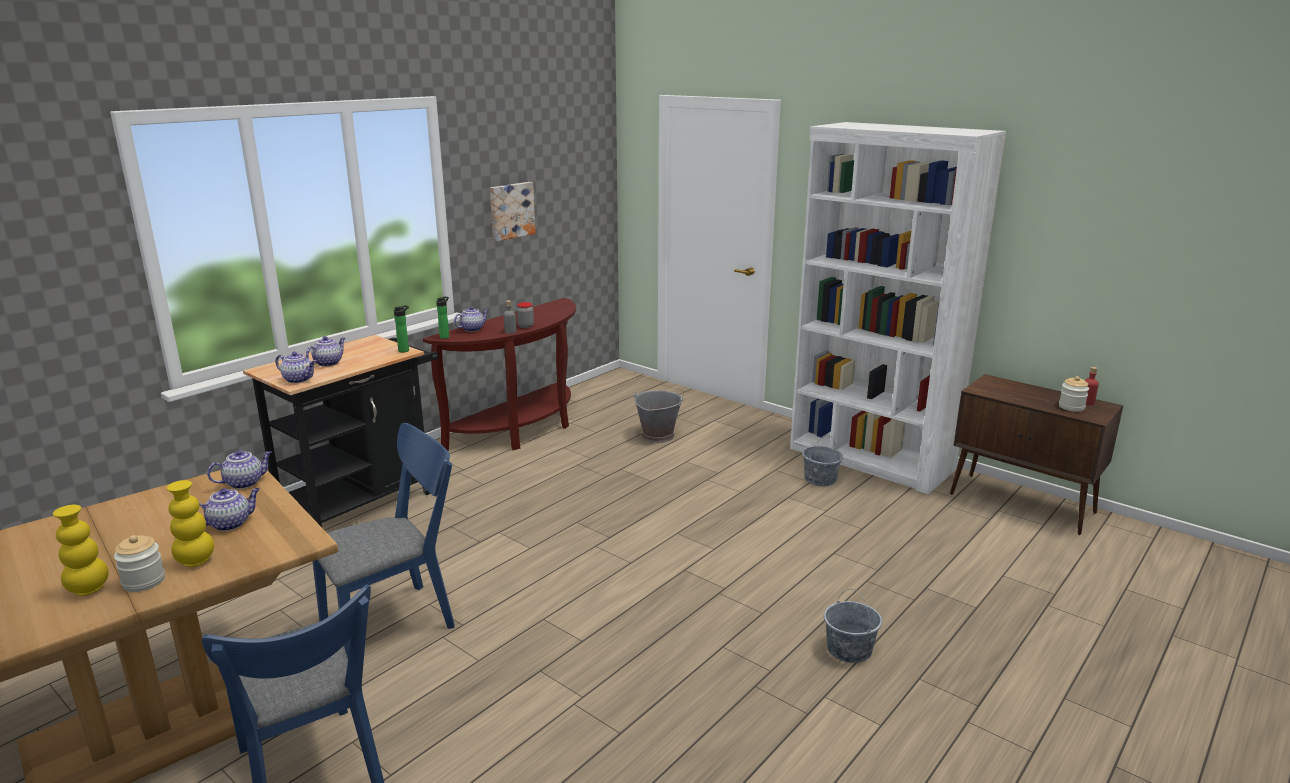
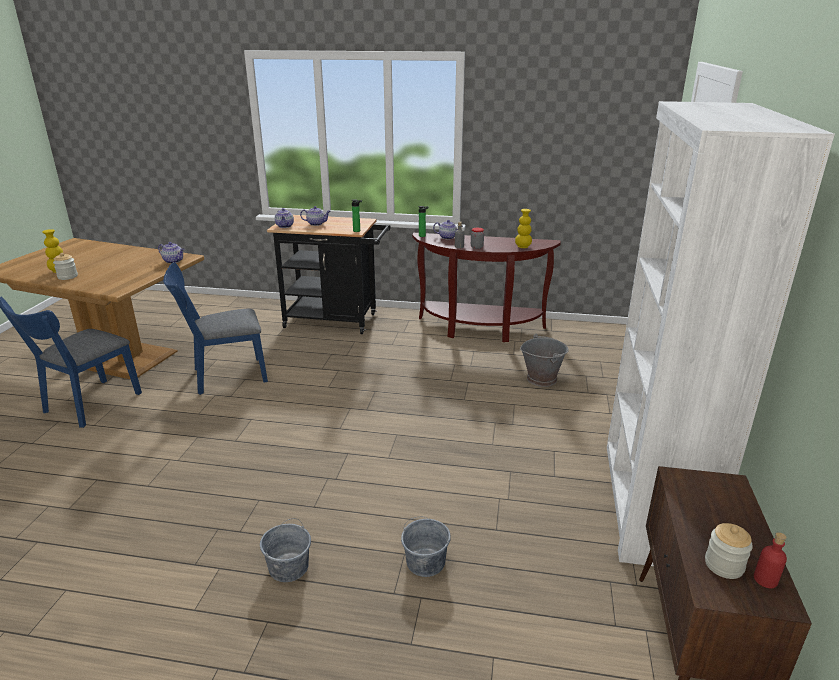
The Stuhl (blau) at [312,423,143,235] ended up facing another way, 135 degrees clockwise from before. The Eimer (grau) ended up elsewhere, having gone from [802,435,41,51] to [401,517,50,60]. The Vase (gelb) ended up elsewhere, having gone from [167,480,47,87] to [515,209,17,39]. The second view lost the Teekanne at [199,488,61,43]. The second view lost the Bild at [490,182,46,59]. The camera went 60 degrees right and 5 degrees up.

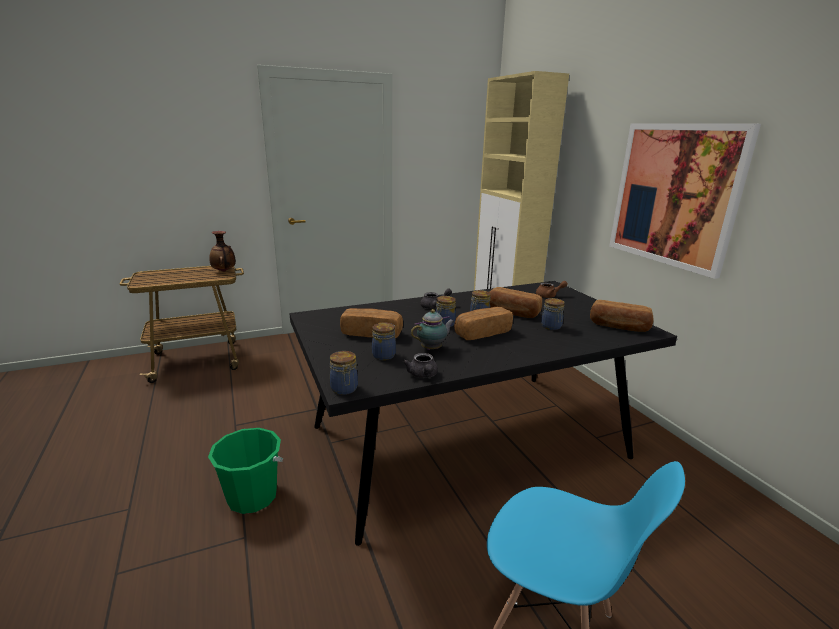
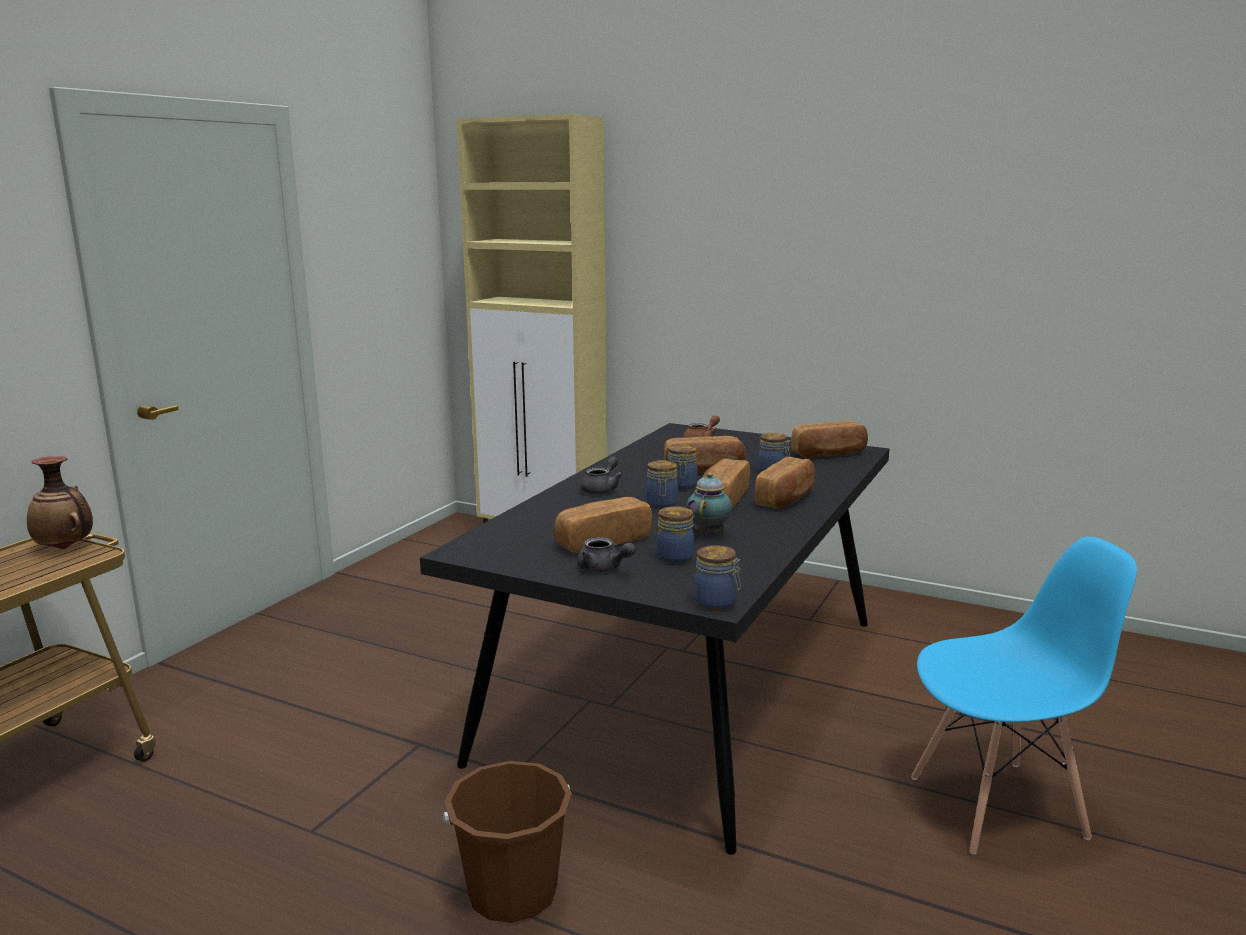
What was the Eimer (grün) at [208,428,75,86] turned into the Eimer (braun) at [442,761,130,162]. The Teekanne (grau) ended up elsewhere, having gone from [403,353,35,25] to [577,537,59,35]. The second view gained the Brot at [755,457,61,52]. The second view lost the Bild at [609,123,152,156]. The camera went 40 degrees left and 5 degrees down.

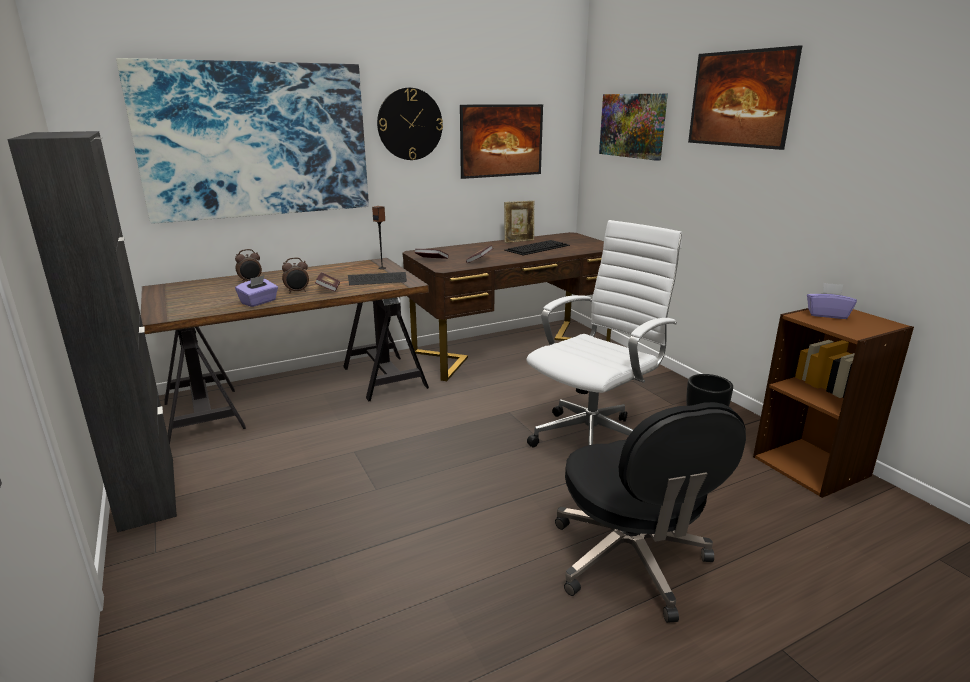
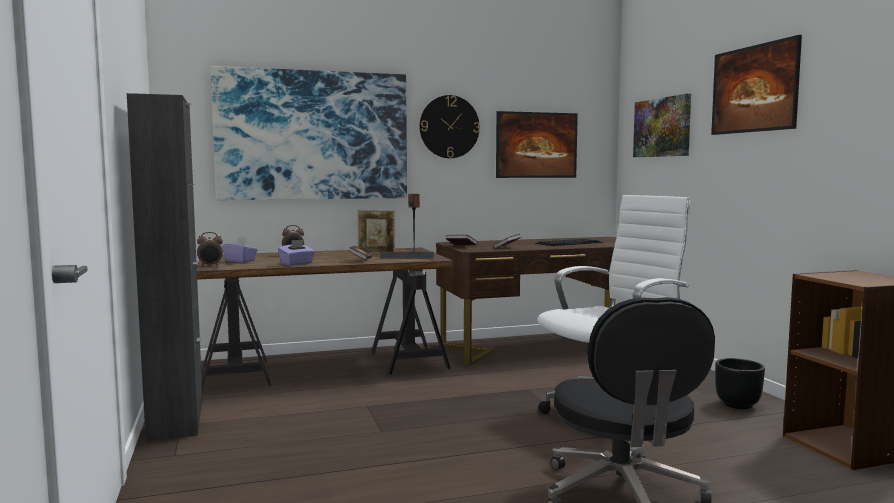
The Wecker ended up elsewhere, having gone from [282,258,27,36] to [197,232,26,34]. The Taschentuchbox (lila) ended up elsewhere, having gone from [807,283,50,36] to [222,237,36,26]. The Bilderrahmen ended up elsewhere, having gone from [504,201,30,42] to [358,210,37,44]. The camera went 10 degrees right and 15 degrees down.

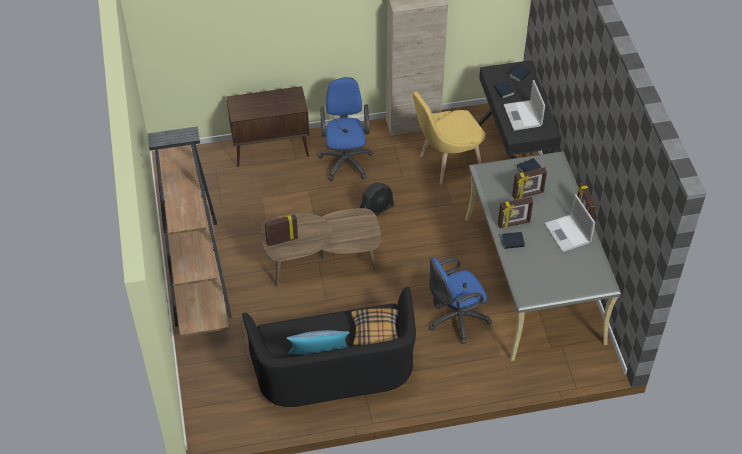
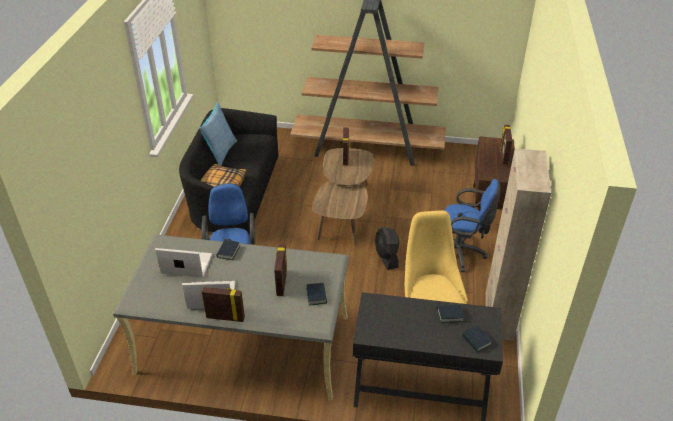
The Laptop ended up elsewhere, having gone from [503,80,42,51] to [155,248,57,30]. The Bilderrahmen ended up elsewhere, having gone from [498,197,35,31] to [500,125,12,40]. The camera went 110 degrees right and 10 degrees down.

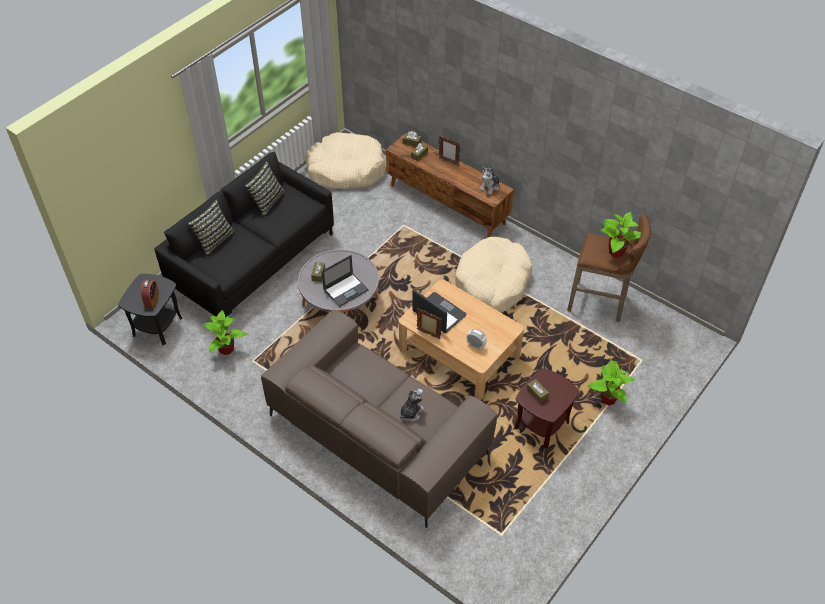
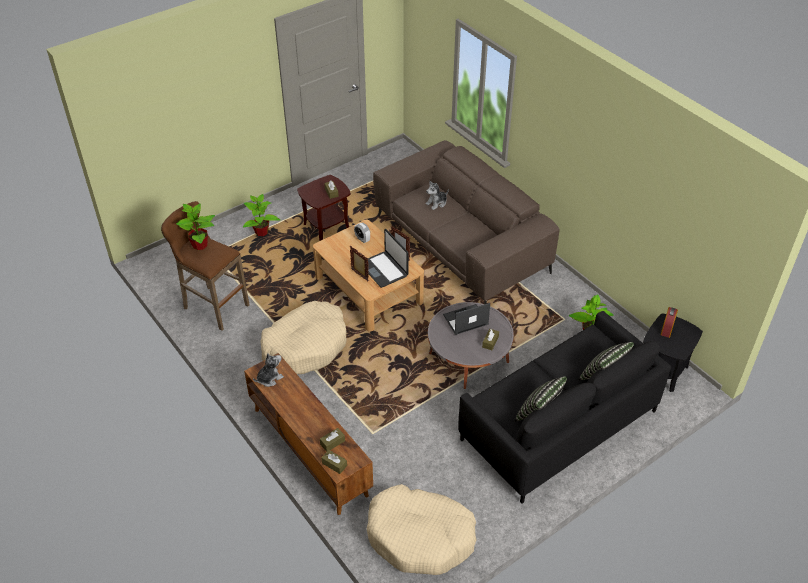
The Bilderrahmen ended up elsewhere, having gone from [439,136,21,29] to [350,246,19,36]. The camera went 165 degrees left and 5 degrees down.

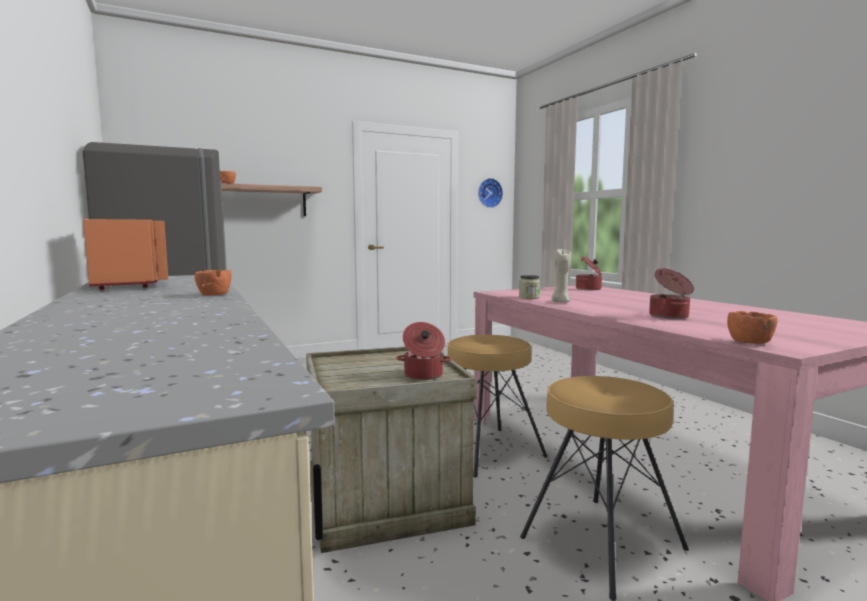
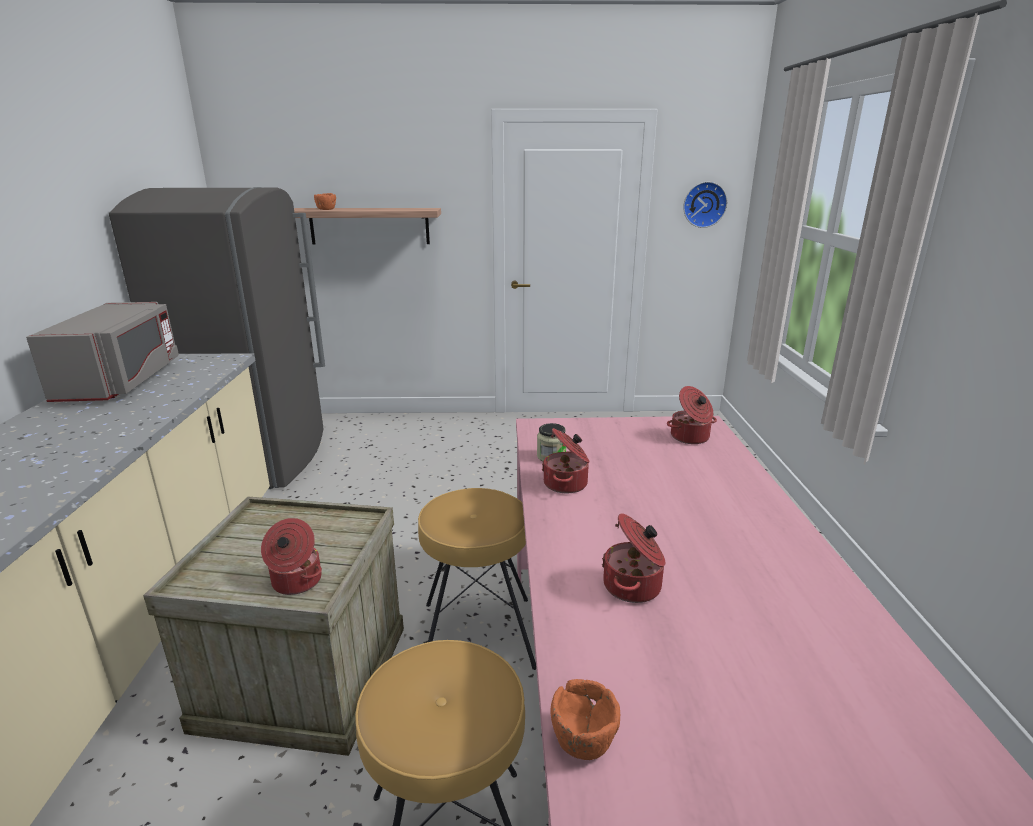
What was the Mikrowelle (orange) at [83,219,85,71] turned into the Mikrowelle (grau) at [26,302,153,100]. Where the Kerze (beige) stood at [551,249,20,53], the Kochtopf came to stand at [542,428,48,66]. The second view lost the Schüssel (orange) at [195,270,37,26]. The camera went 25 degrees right and 15 degrees up.

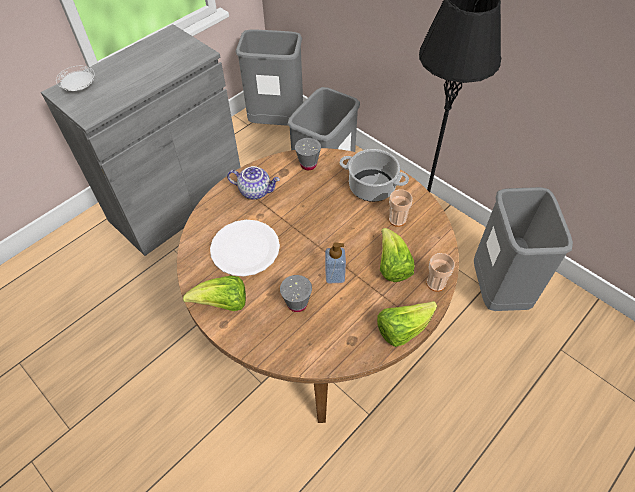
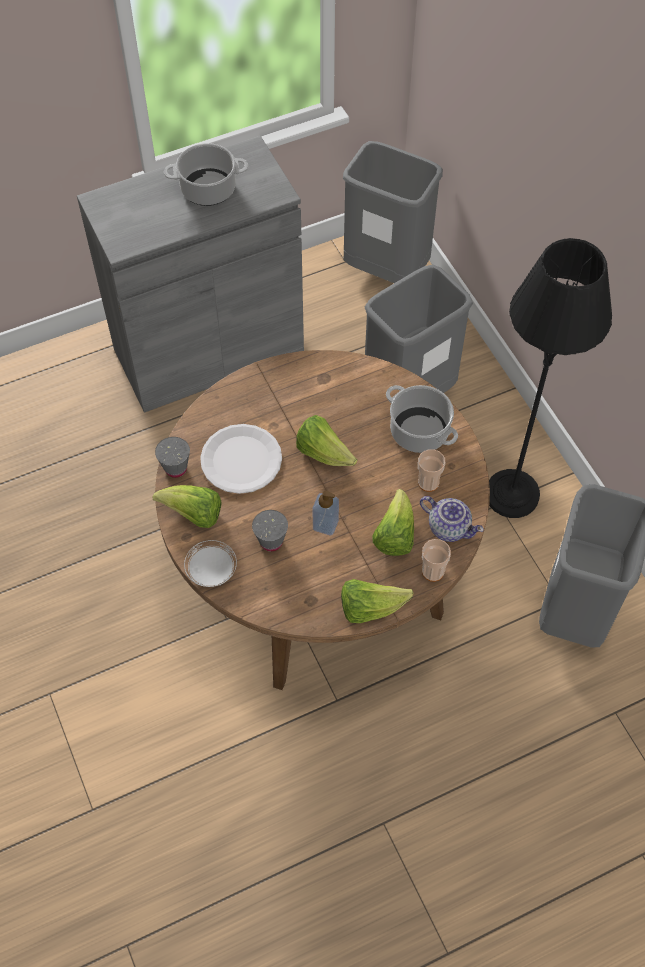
The Tasse (grau) ended up elsewhere, having gone from [295,138,26,32] to [155,437,35,41]. The second view gained the Kochtopf at [164,143,84,63]. The Teller (weiß) ended up elsewhere, having gone from [56,66,39,25] to [184,540,53,47]. The second view gained the Salatkopf at [296,415,61,51]. The Teekanne ended up elsewhere, having gone from [227,166,53,34] to [420,496,64,46]. The camera went 20 degrees right and 5 degrees up.

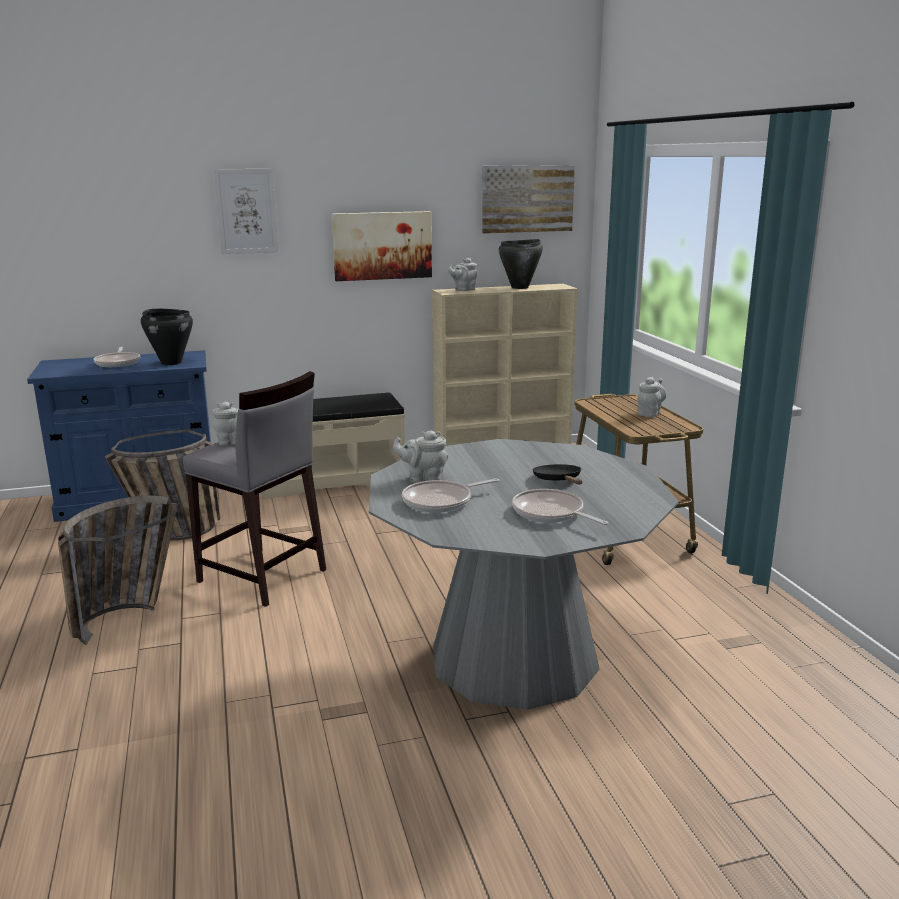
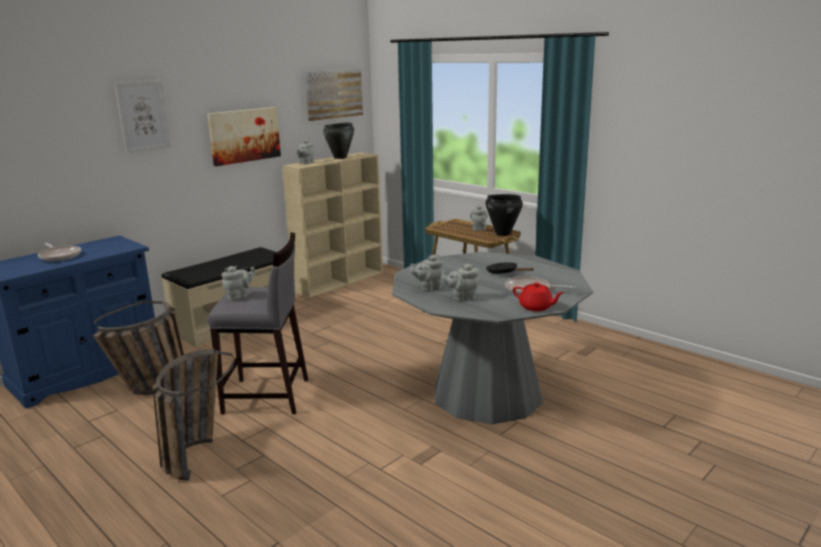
Where the Pfanne stood at [402,478,97,35], the Teekanne (grau) came to stand at [441,264,38,38]. The Kochtopf (schwarz) ended up elsewhere, having gone from [141,309,52,56] to [485,194,38,42]. The second view gained the Teekanne (rot) at [513,282,50,29]. The camera went 30 degrees left and 0 degrees up.

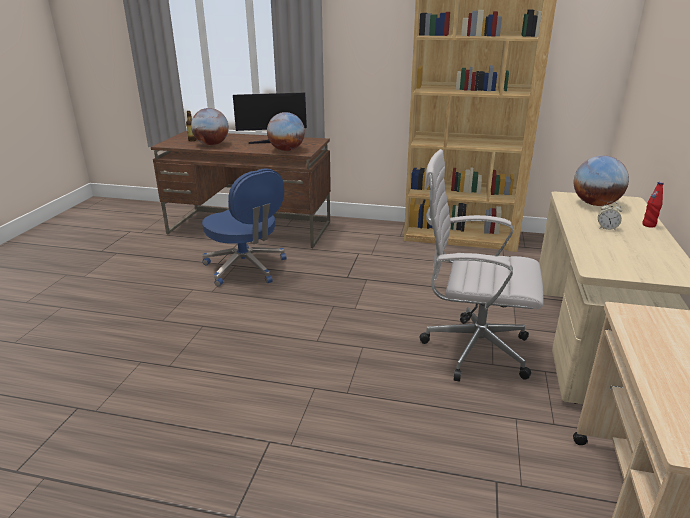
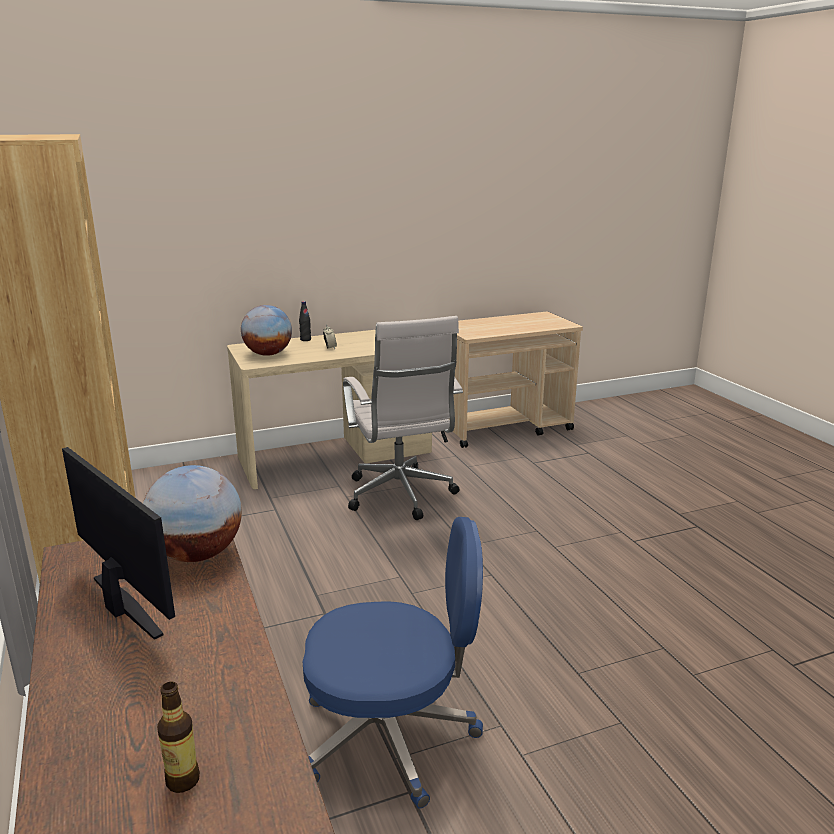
What was the Flasche (rot) at [642,182,22,46] turned into the Flasche (schwarz) at [299,301,12,40]. The Bürostuhl (blau) at [202,168,84,119] ended up facing another way, 75 degrees clockwise from before. The second view lost the Globus at [191,108,38,37]. The camera went 125 degrees left and 5 degrees down.

